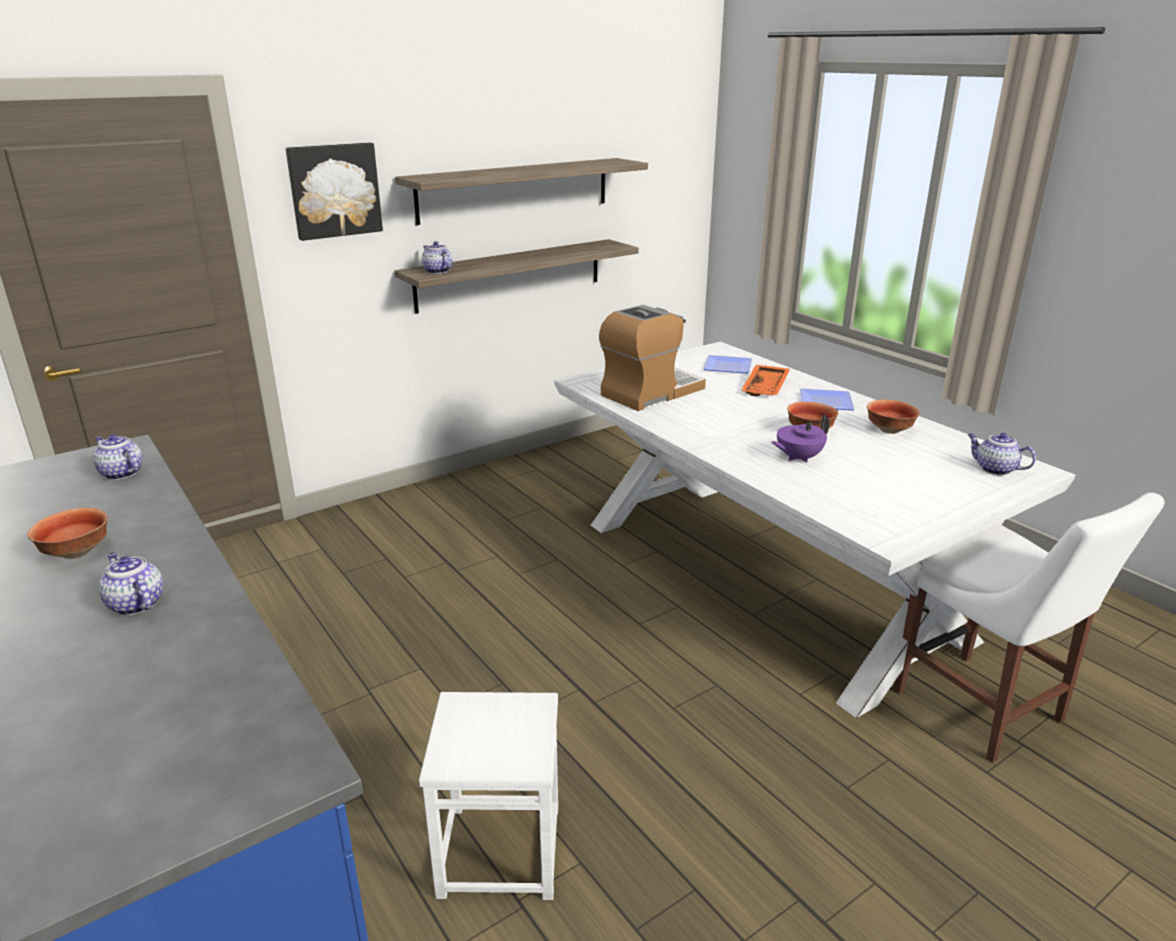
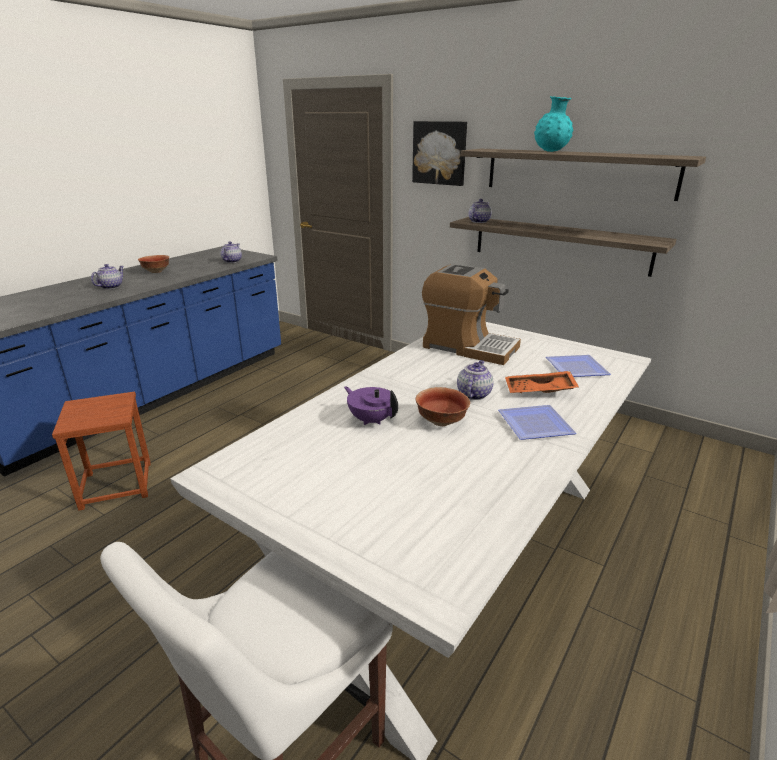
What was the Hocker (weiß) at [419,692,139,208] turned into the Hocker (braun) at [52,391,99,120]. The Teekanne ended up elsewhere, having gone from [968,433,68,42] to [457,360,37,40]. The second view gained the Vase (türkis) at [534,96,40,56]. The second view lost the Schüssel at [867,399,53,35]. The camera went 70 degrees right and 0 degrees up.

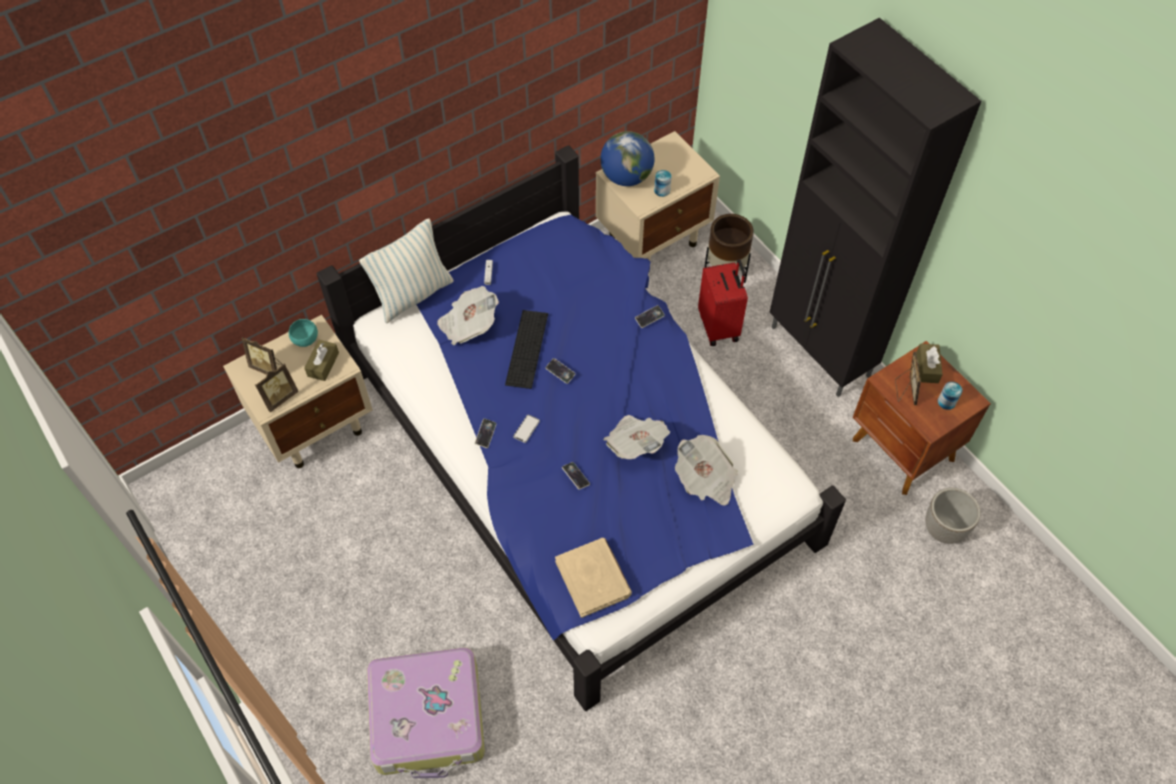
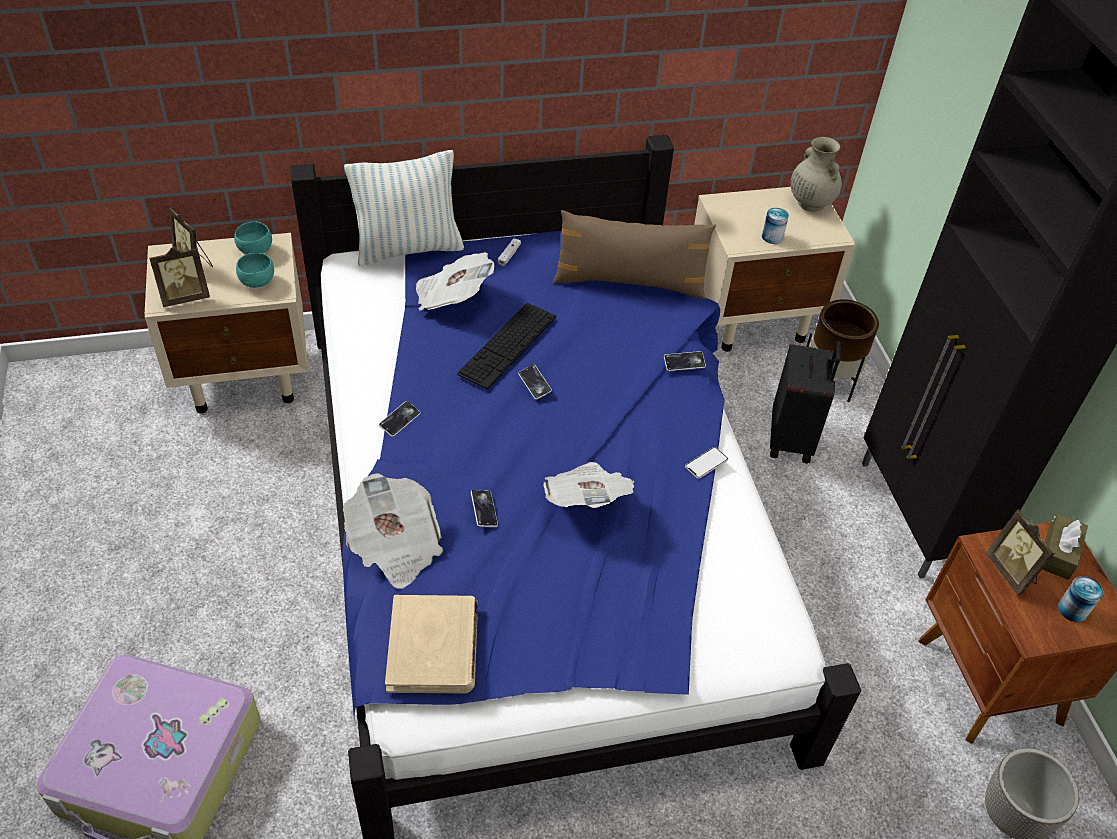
Where the Taschentuchbox (braun) stood at [305,340,34,41], the Schüssel (türkis) came to stand at [236,253,38,35]. The Zeitung ended up elsewhere, having gone from [675,435,63,71] to [343,473,100,116]. The second view gained the Kissen (braun) at [553,210,163,89]. The Handy ended up elsewhere, having gone from [513,415,27,28] to [685,447,43,32]. What was the Koffer (rot) at [698,259,50,87] turned into the Koffer (schwarz) at [770,341,71,123]. The second view gained the Vase (beige) at [790,137,52,75]. The Bilderrahmen at [895,352,26,53] ended up facing another way, 135 degrees clockwise from before. The second view lost the Globus at [600,131,54,55]. The camera went 20 degrees right and 10 degrees down.

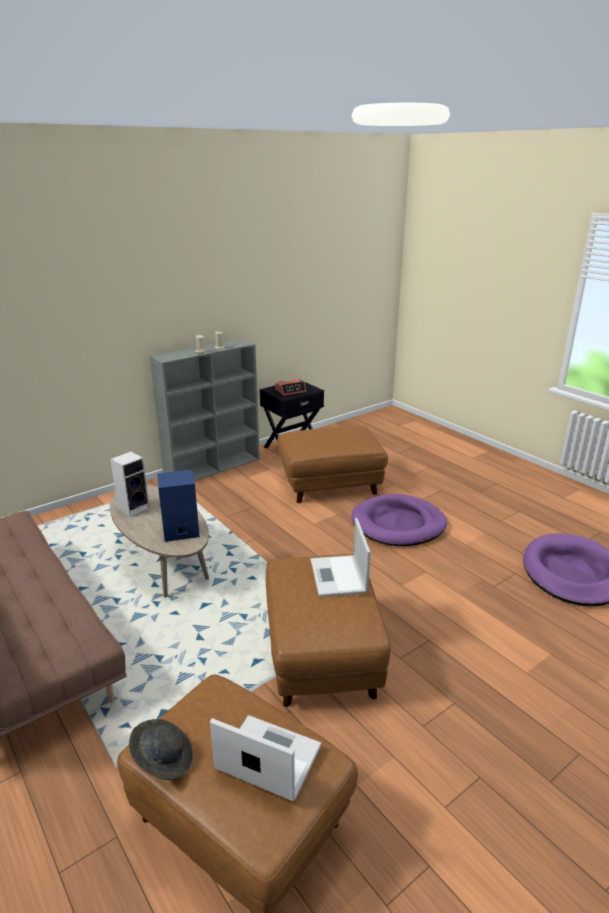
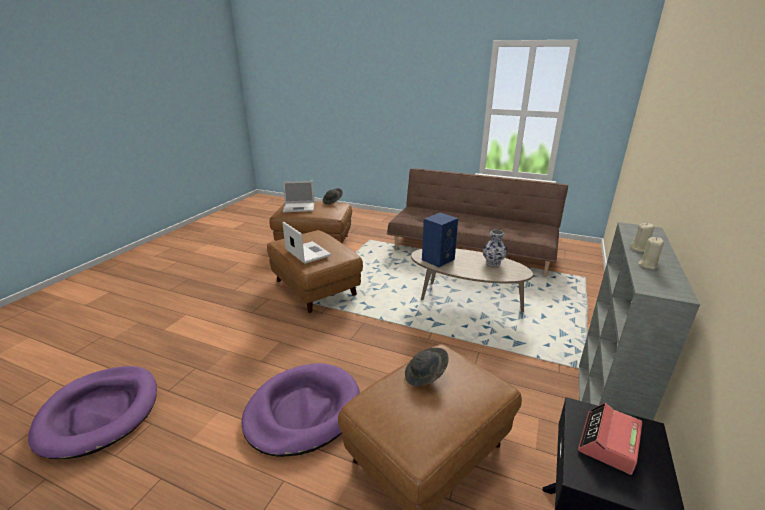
The second view gained the Hut (grau) at [405,348,43,38]. Where the Lautsprecher stood at [110,451,40,66], the Vase came to stand at [483,230,24,36]. The camera went 150 degrees right and 0 degrees up.

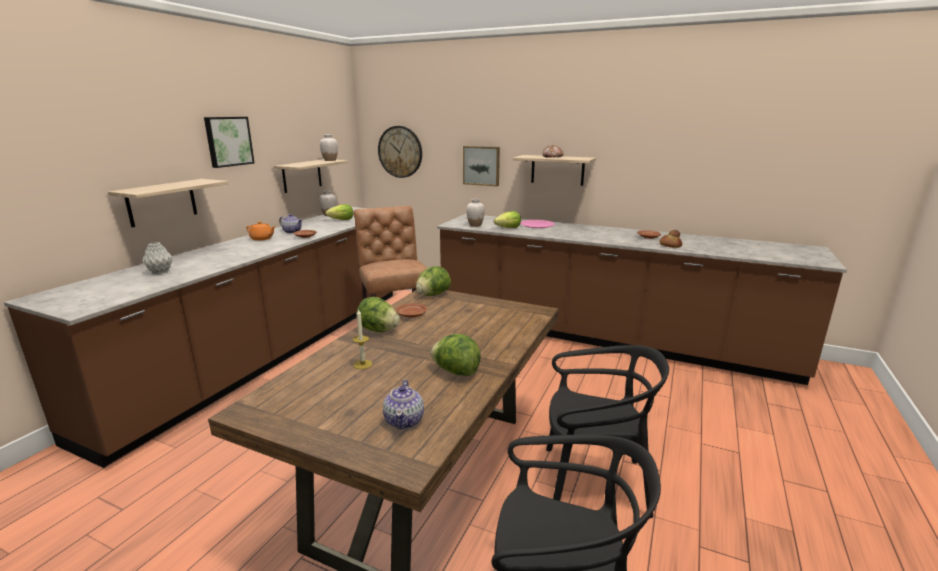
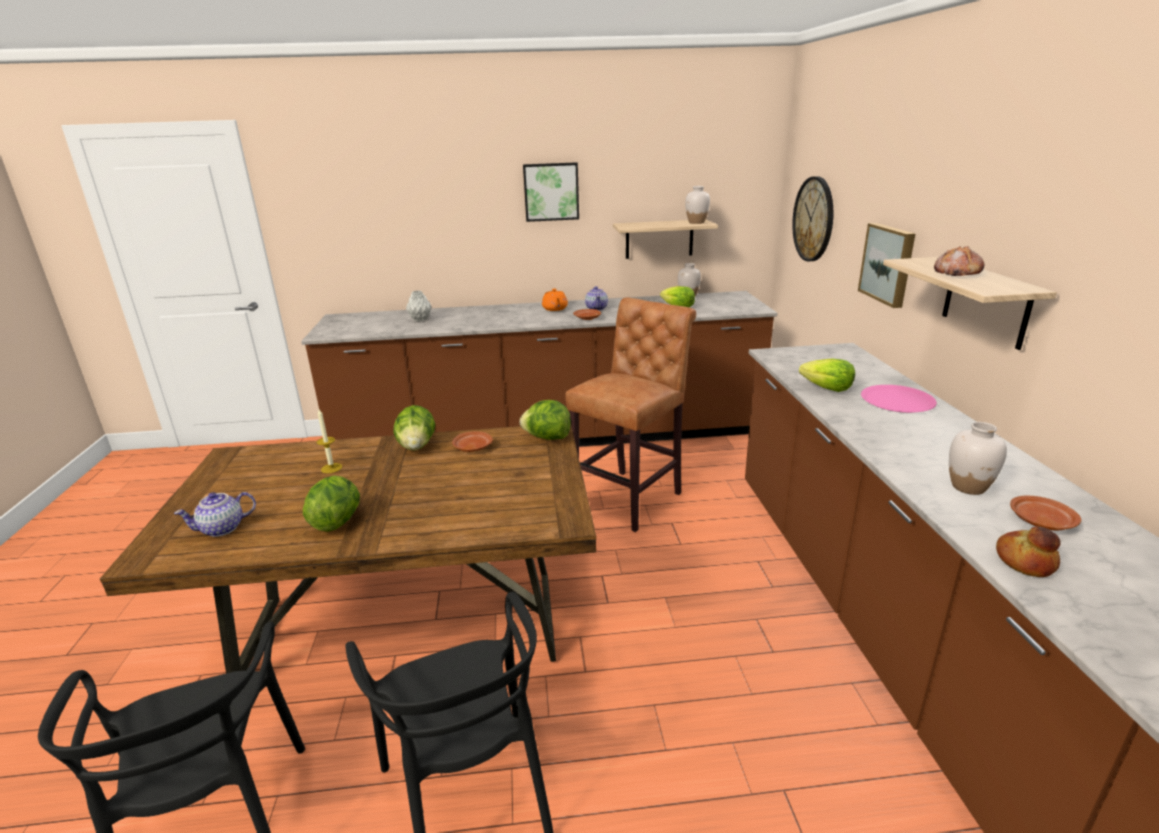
The Vase (weiß) ended up elsewhere, having gone from [466,199,19,28] to [949,422,58,73]. The second view lost the Wandregal at [108,179,121,48]. The camera went 60 degrees right and 5 degrees up.

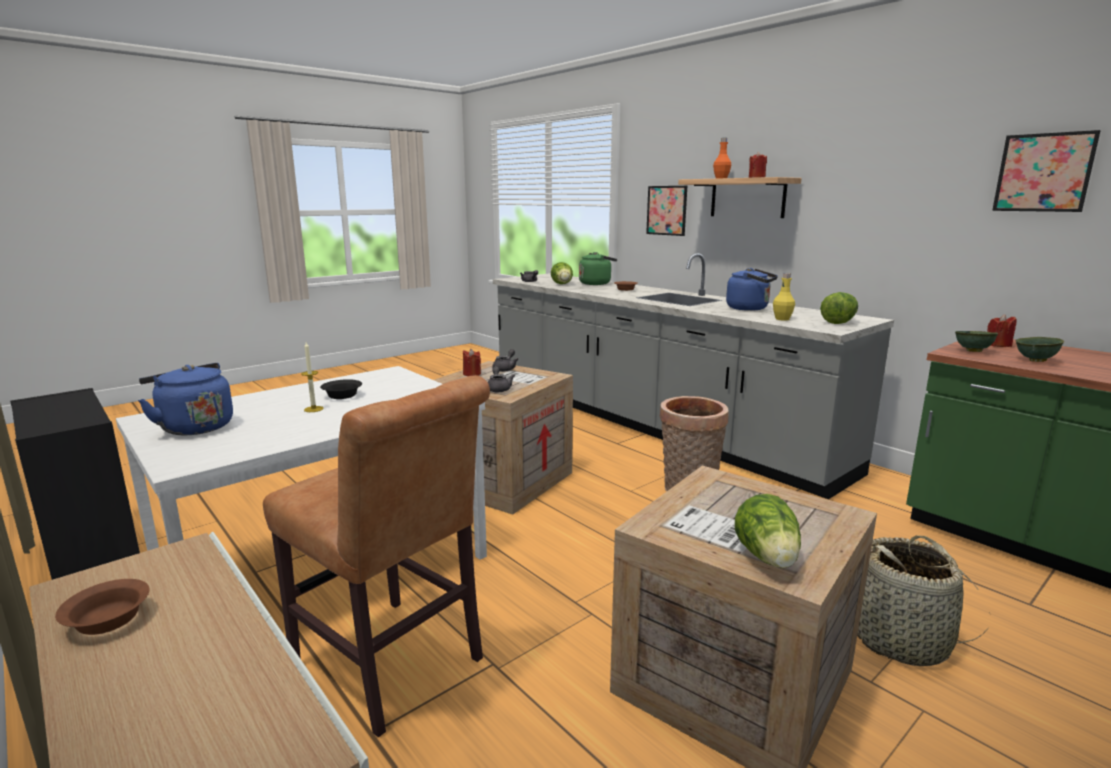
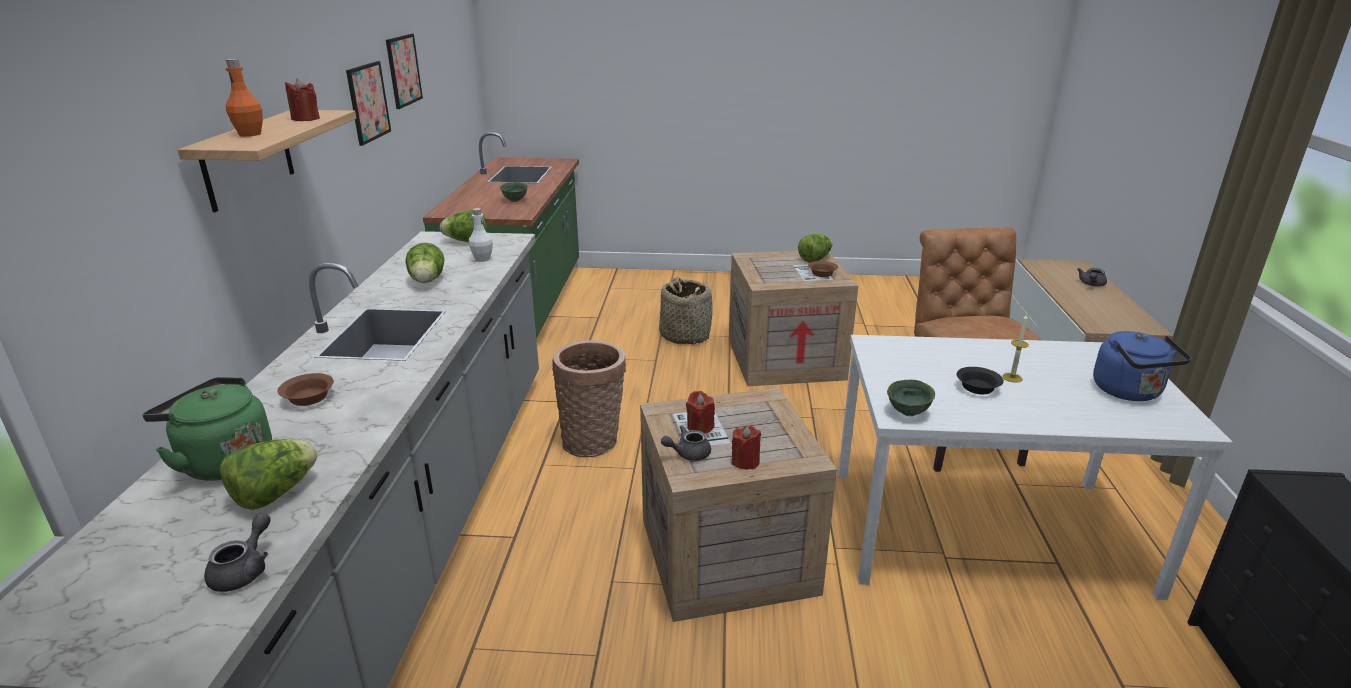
The Bild ended up elsewhere, having gone from [646,186,41,50] to [346,61,45,85]. Where the Wasserkessel (blau) stood at [726,268,52,43], the Salatkopf came to stand at [405,243,40,40]. What was the Flasche (gelb) at [773,273,22,48] turned into the Flasche (weiß) at [469,208,24,54]. The Kerze (rot) ended up elsewhere, having gone from [987,314,29,33] to [686,391,29,43]. The Schüssel (braun) ended up elsewhere, having gone from [55,579,95,56] to [808,261,30,16]. The Schüssel (grün) ended up elsewhere, having gone from [955,331,43,21] to [887,380,48,36]. The Teekanne (grau) ended up elsewhere, having gone from [488,366,27,26] to [1077,268,30,18]. The camera went 135 degrees left and 10 degrees up.

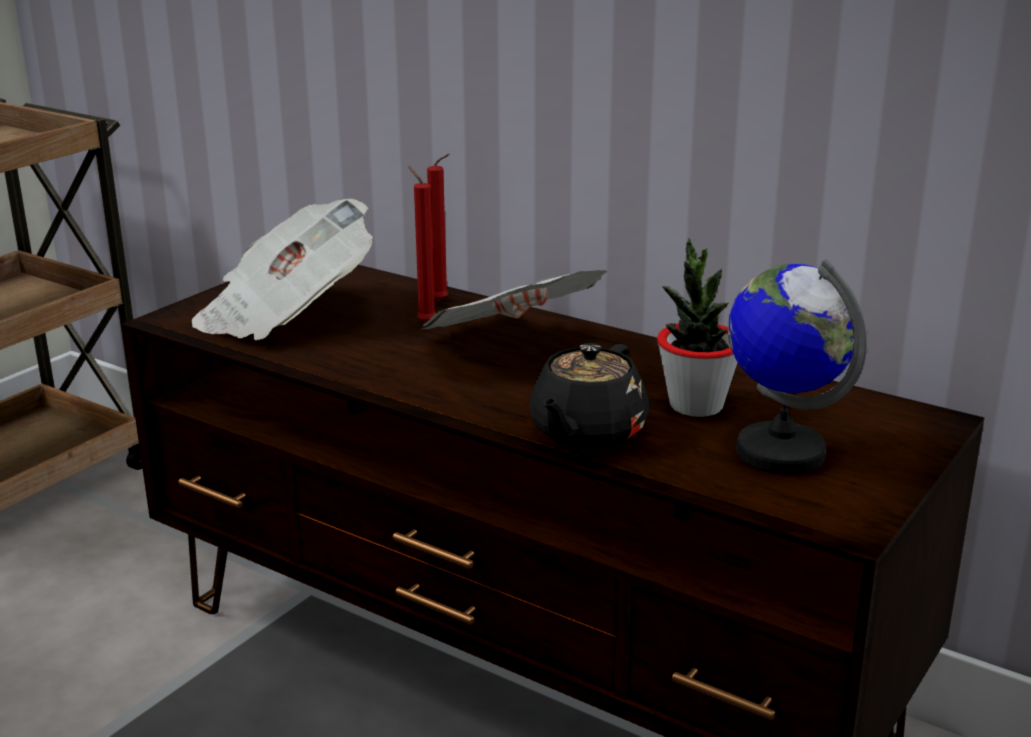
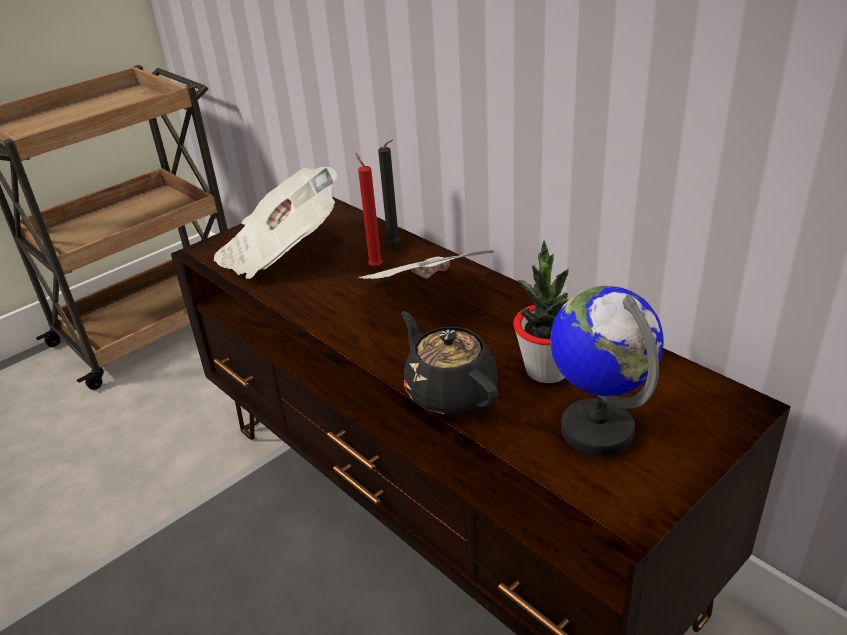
What was the Kerze (rot) at [427,154,23,148] turned into the Kerze (schwarz) at [378,139,22,107]. The Teekanne (schwarz) at [529,343,121,107] ended up facing another way, 105 degrees clockwise from before. The camera went 15 degrees right and 10 degrees up.

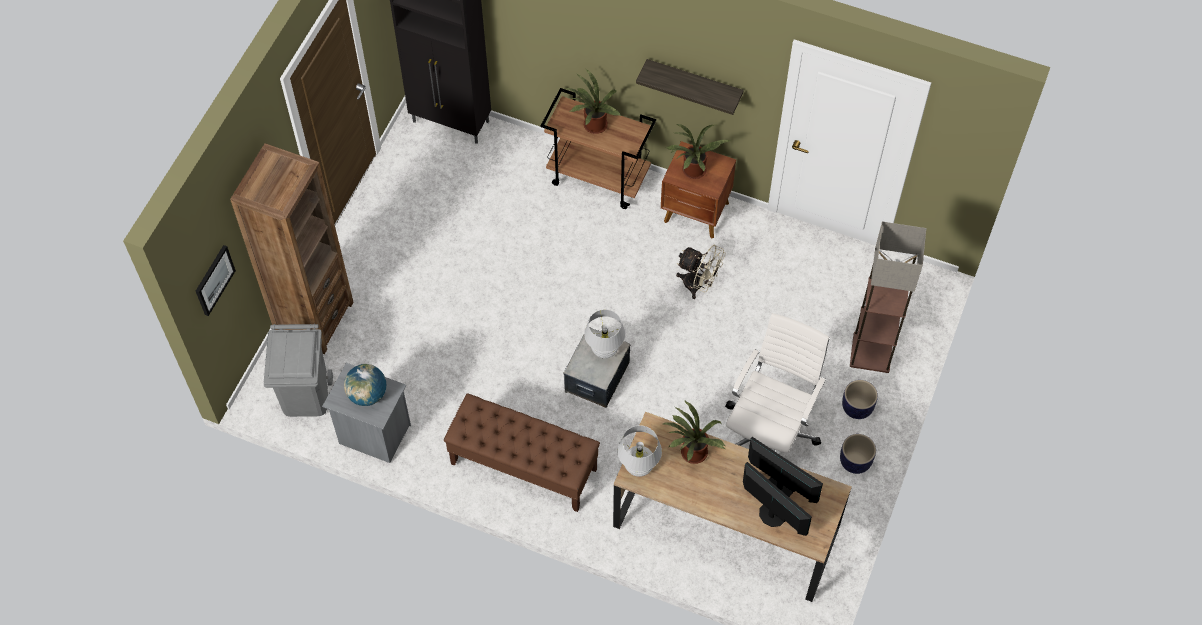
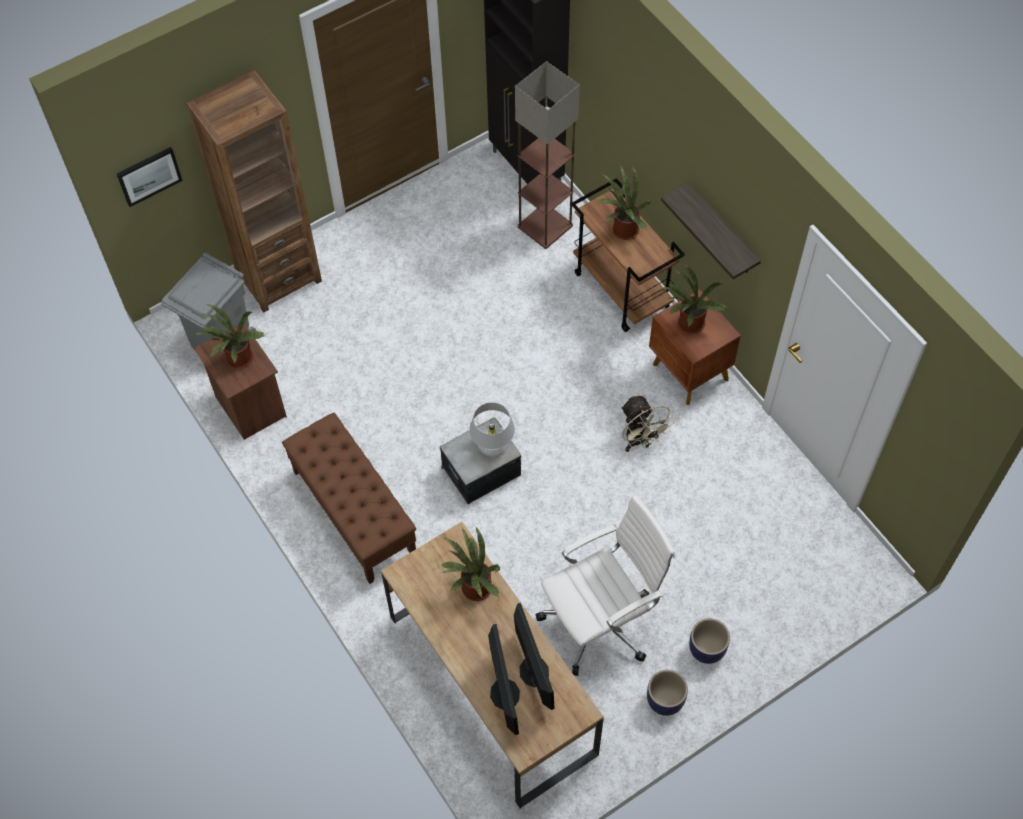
Where the Globus stood at [344,364,42,42], the Topfpflanze came to stand at [194,304,71,65]. What was the Nachttisch (grau) at [322,363,89,100] turned into the Nachttisch (braun) at [194,324,93,116]. The Stehlampe ended up elsewhere, having gone from [850,222,77,151] to [515,61,65,188]. The second view lost the Tischlampe (weiß) at [618,426,44,51]. The camera went 35 degrees right and 0 degrees up.

